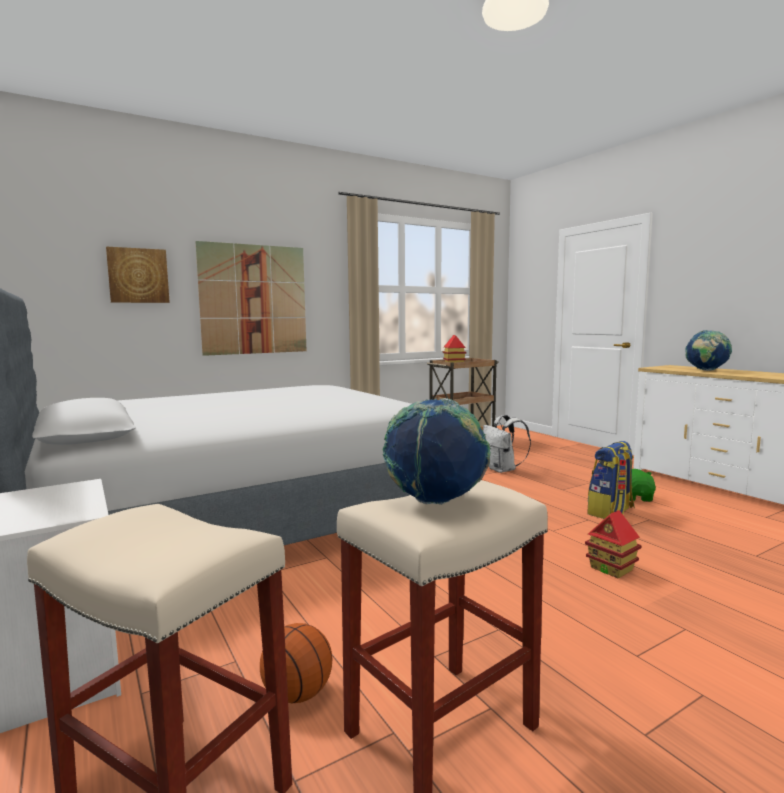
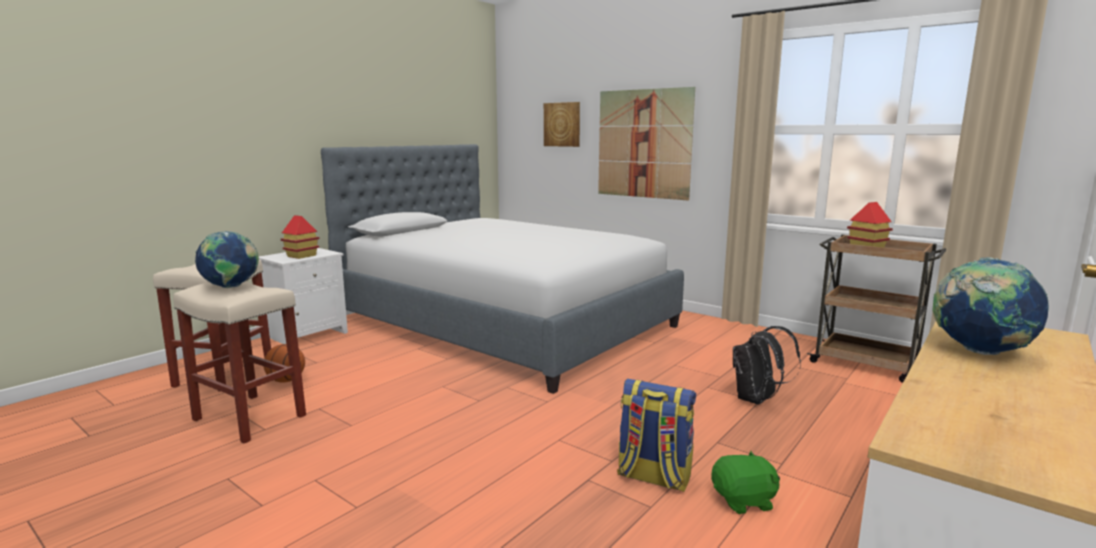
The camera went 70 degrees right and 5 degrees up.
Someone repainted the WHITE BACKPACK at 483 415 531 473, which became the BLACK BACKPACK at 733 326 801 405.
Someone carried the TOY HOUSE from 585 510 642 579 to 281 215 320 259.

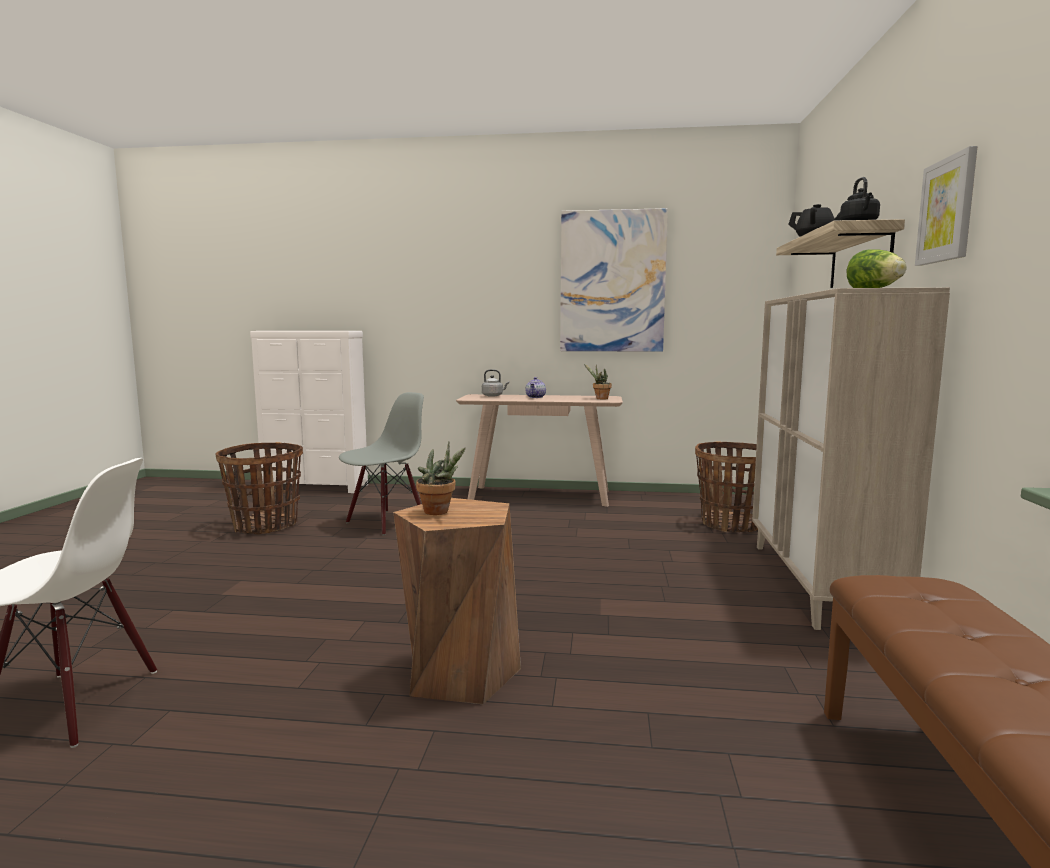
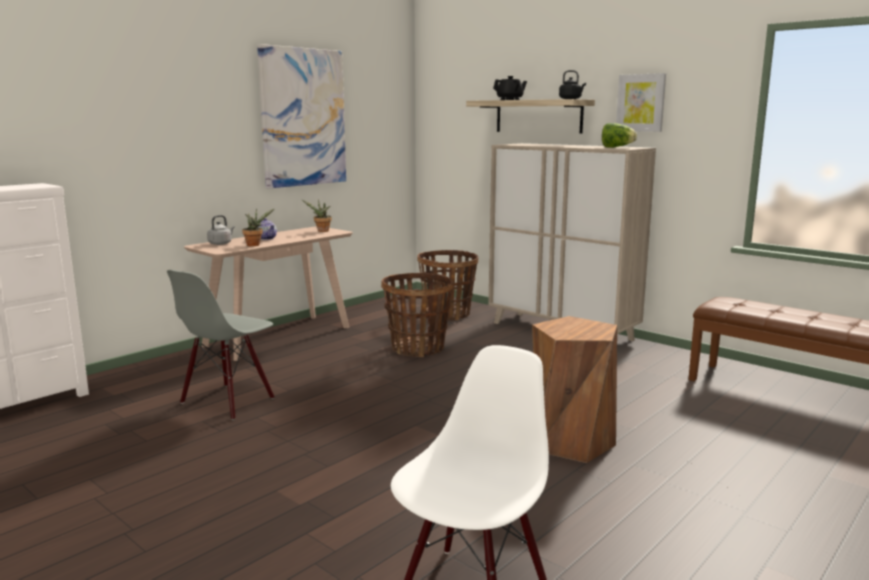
The camera went 55 degrees left and 5 degrees up.
Someone rotated the GREY CHAIR at 339 392 424 535 by 135 degrees counterclockwise.
Someone carried the BASKET from 216 442 303 534 to 381 273 453 357.
Someone carried the POTTED PLANT from 416 442 465 515 to 242 208 275 246.

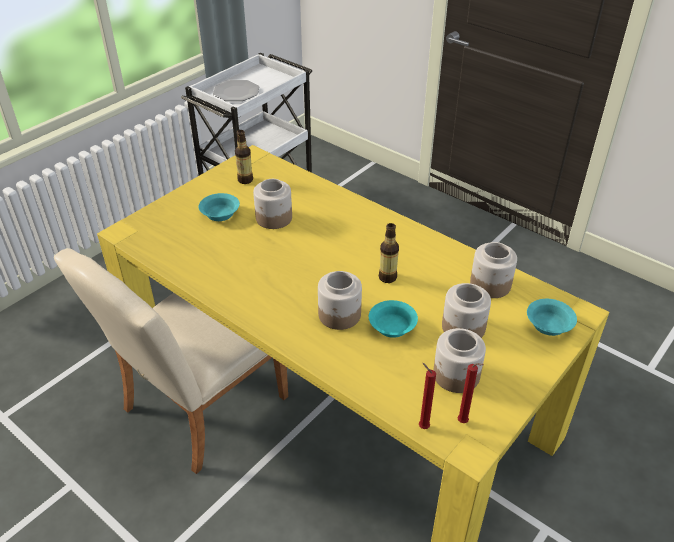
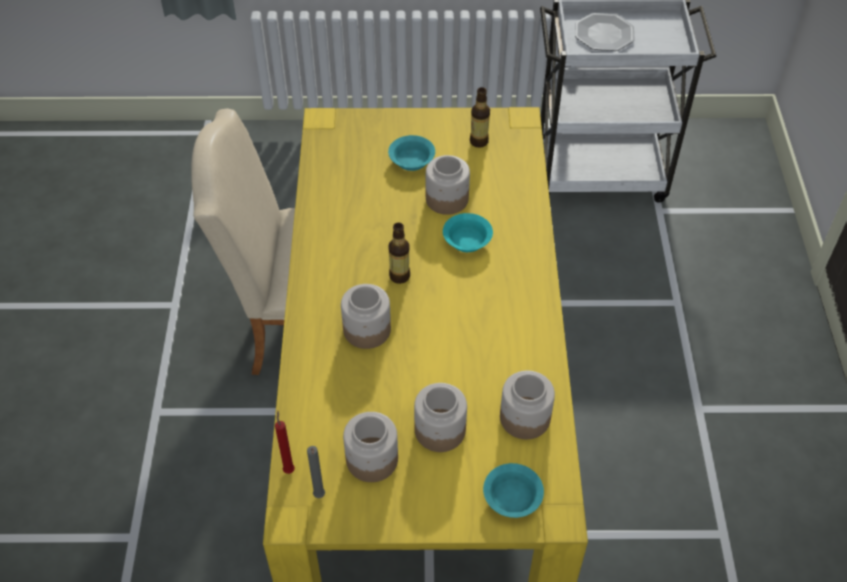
The camera went 50 degrees right and 10 degrees up.
Someone carried the BOTTLE from 379 223 399 283 to 388 223 410 284.
Someone carried the TURQUOISE BOWL from 369 300 418 338 to 443 213 493 252.
Someone repainted the RED CANDLE at 457 363 484 423, which became the GREY CANDLE at 307 446 325 498.

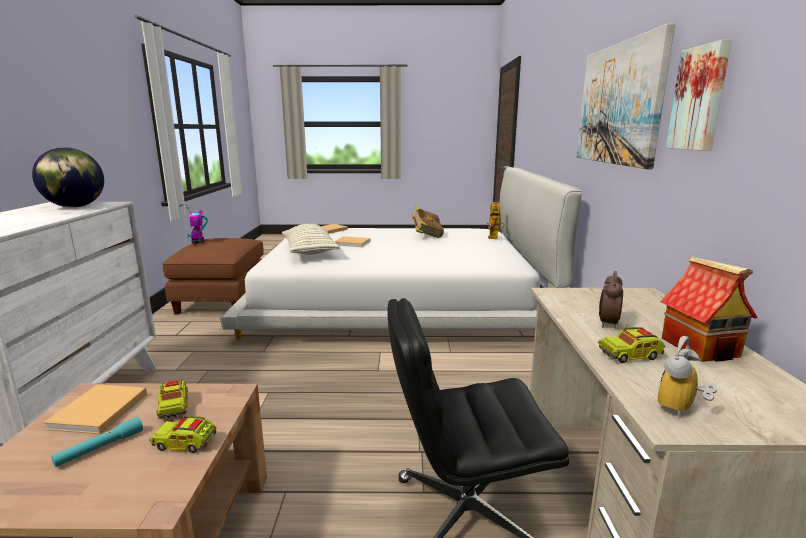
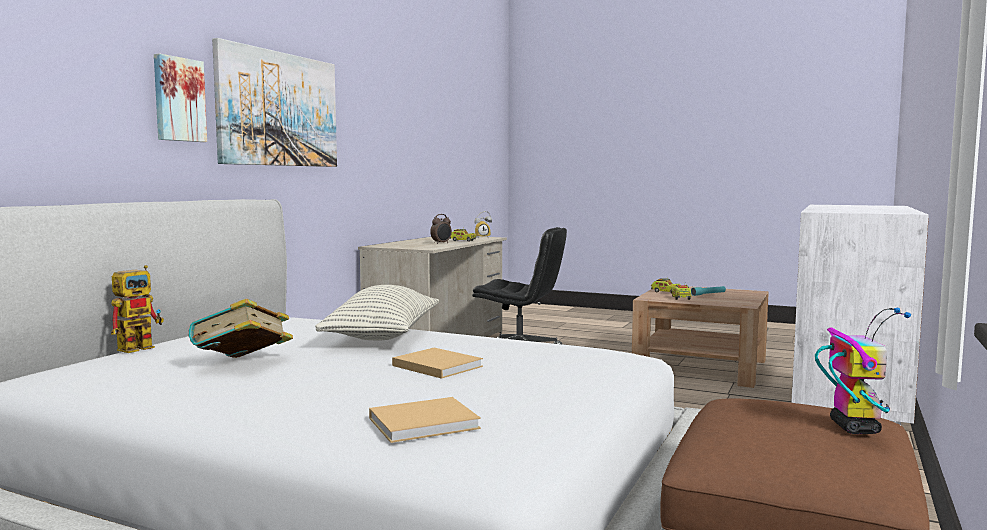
The camera went 155 degrees left and 10 degrees down.
Someone carried the PICTURE from 666 40 732 151 to 154 54 207 142.
Someone took away the GLOBE at 32 147 104 207.
Someone carried the PILLOW from 282 224 340 255 to 315 285 439 341.
Someone took away the TOY HOUSE at 660 257 758 362.
Someone took away the BEIGE BOOK at 43 384 147 434.

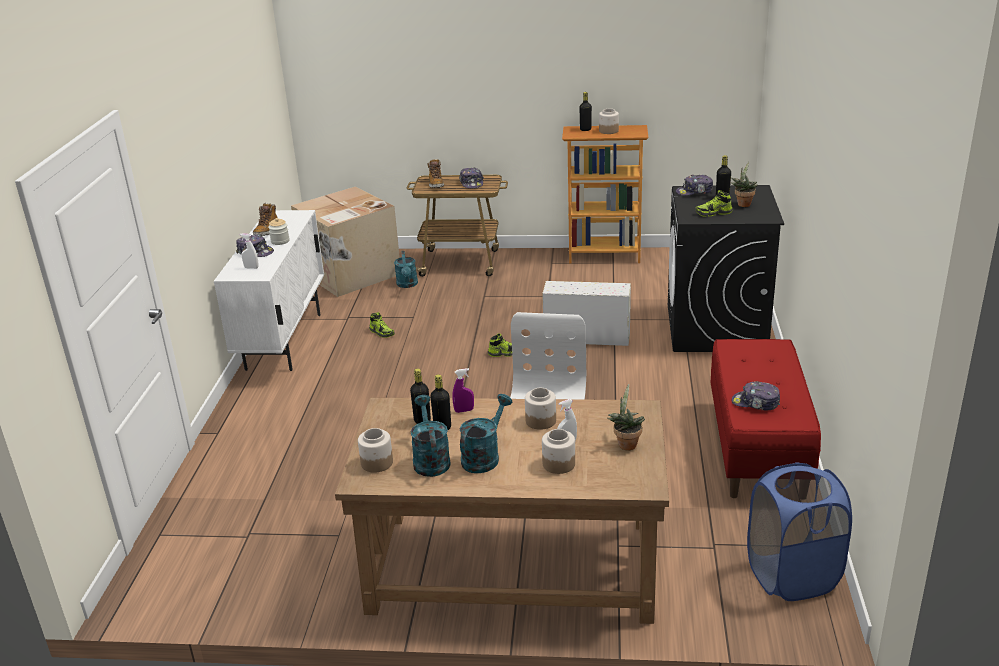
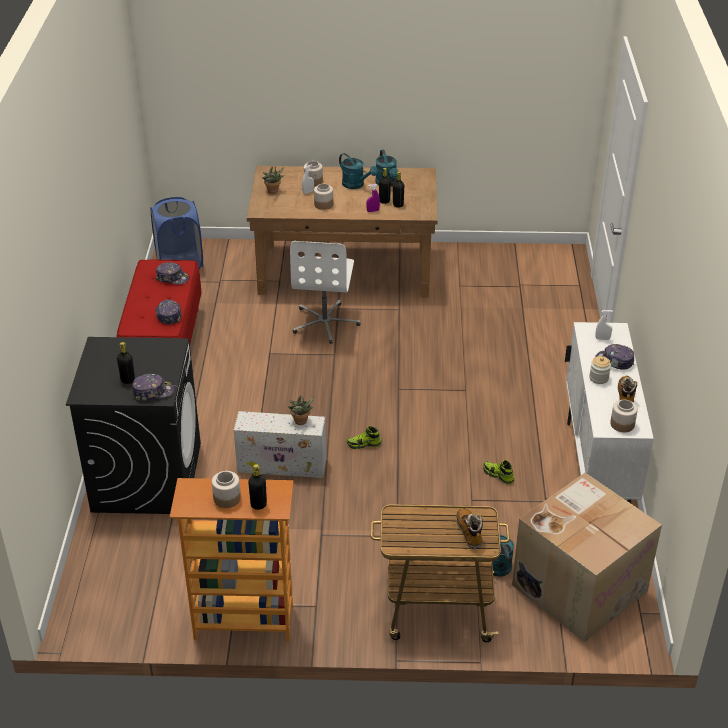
The camera went 175 degrees right and 10 degrees up.
Someone carried the POTTED PLANT from 731 162 758 207 to 288 395 315 425.
Someone carried the CAP from 459 168 484 188 to 155 300 182 324.
Someone took away the SHOE at 695 190 733 217.
Someone rotated the TURQUOISE WATERING CAN at 460 394 512 473 by 75 degrees counterclockwise.
Someone carried the JAR from 358 428 393 473 to 610 400 638 432.

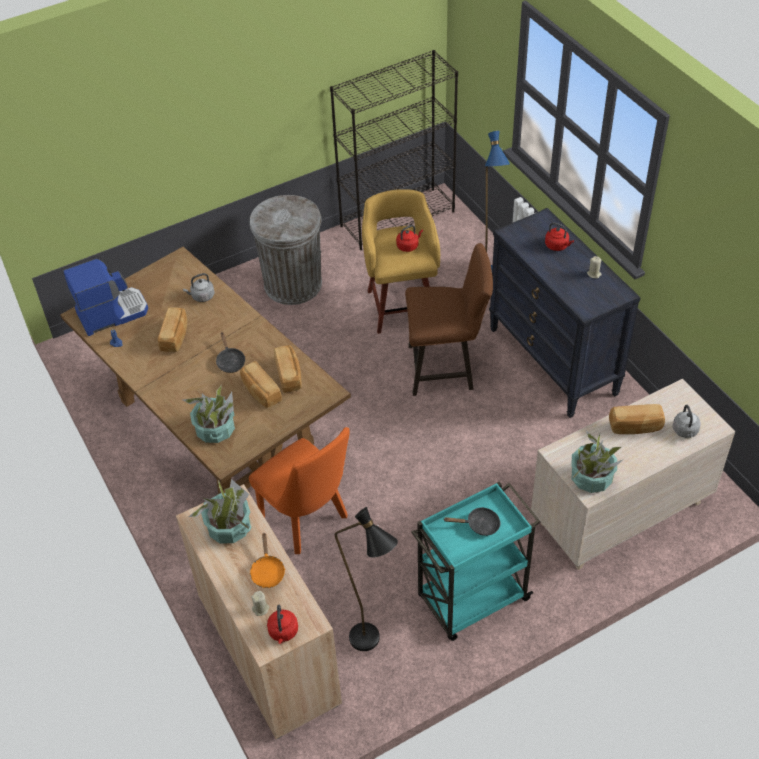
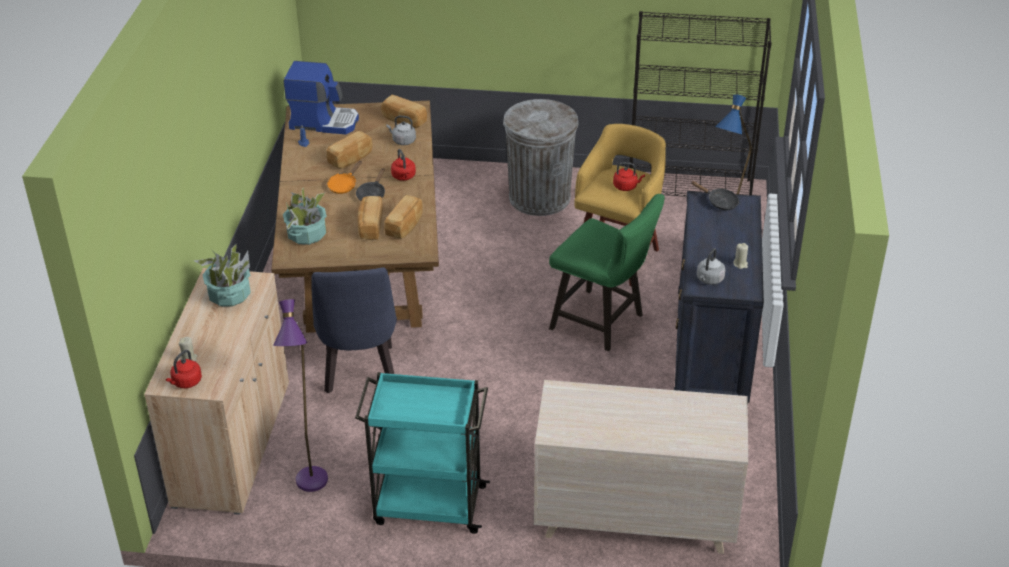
The camera went 35 degrees right and 10 degrees down.
Someone carried the RED KETTLE from 545 222 574 251 to 391 149 416 181.
Someone repainted the BROWN STOOL at 405 243 493 396, which became the GREEN STOOL at 549 194 665 351.
Someone carried the BREAD from 609 404 665 434 to 381 95 427 128.
Someone carried the GREY KETTLE from 673 405 701 438 to 697 248 725 285.
Someone repainted the ORANGE CHAIR at 249 427 350 554, which became the BLUE CHAIR at 311 267 397 393.
Someone took away the POTTED PLANT at 571 431 624 493.
Someone repainted the BLACK FLOOR LAMP at 335 507 398 651, which became the PURPLE FLOOR LAMP at 273 299 328 492.
Someone carried the BLACK FRYING PAN from 444 507 500 536 to 691 181 739 210.
Someone carried the ORANGE FRYING PAN from 250 532 285 588 to 327 160 362 194.

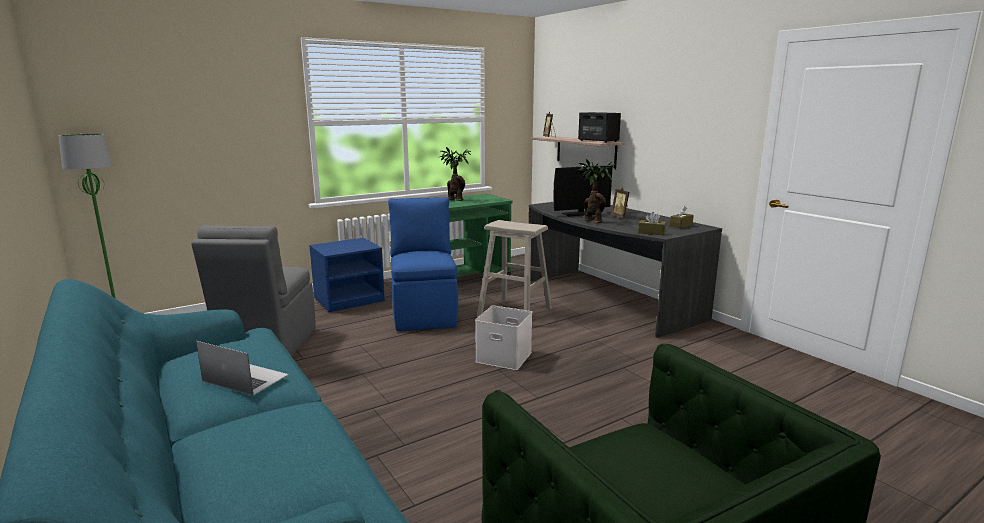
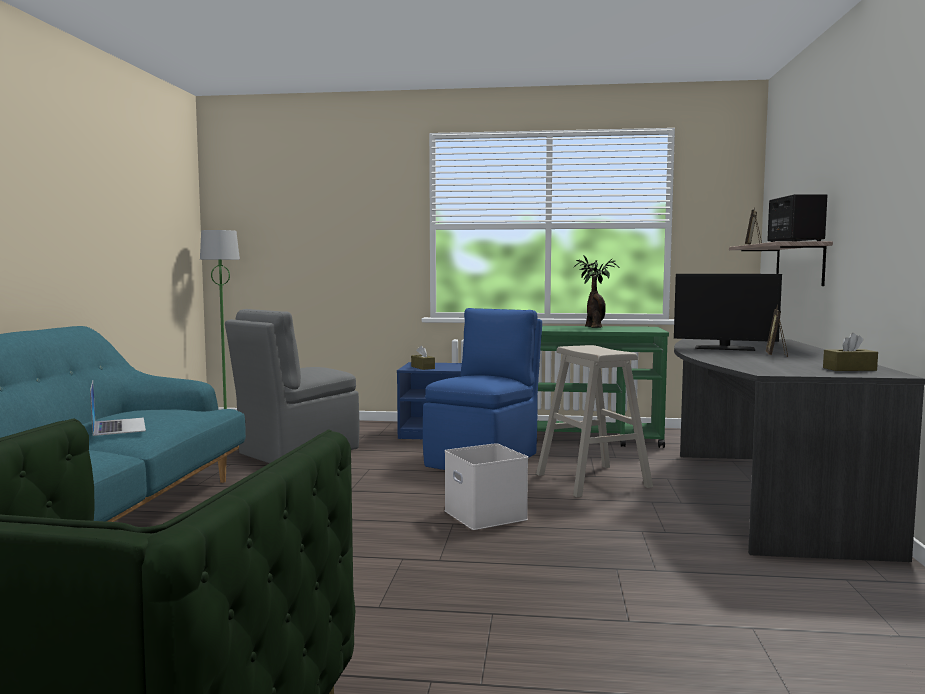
The camera went 40 degrees right and 10 degrees down.
Someone took away the POTTED PLANT at 578 159 616 223.
Someone carried the BROWN TISSUE BOX from 638 212 666 235 to 411 345 435 370.

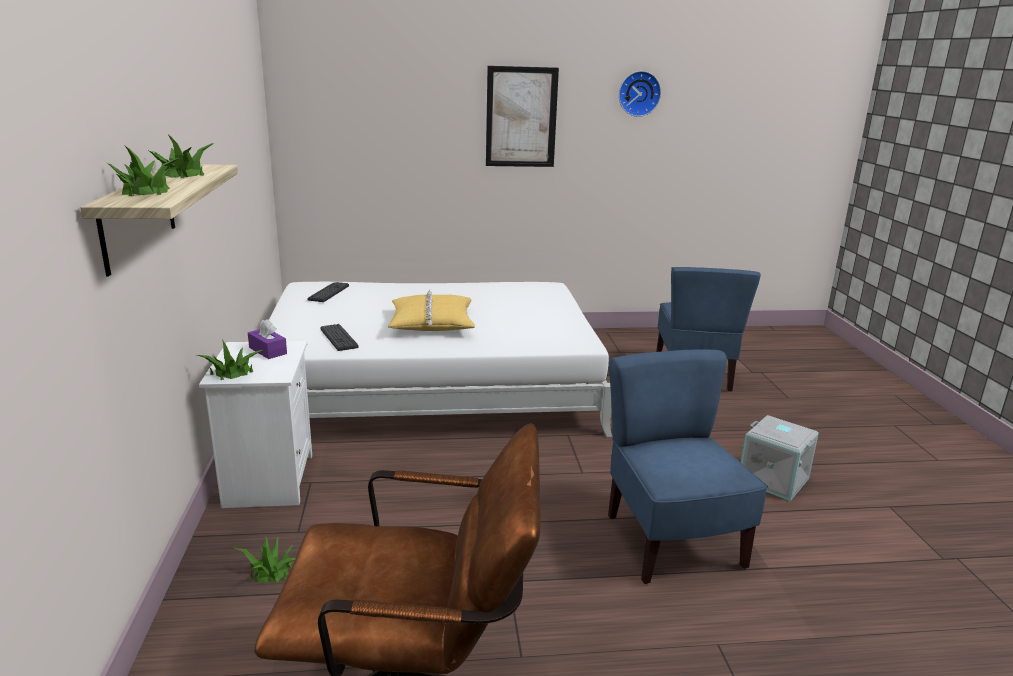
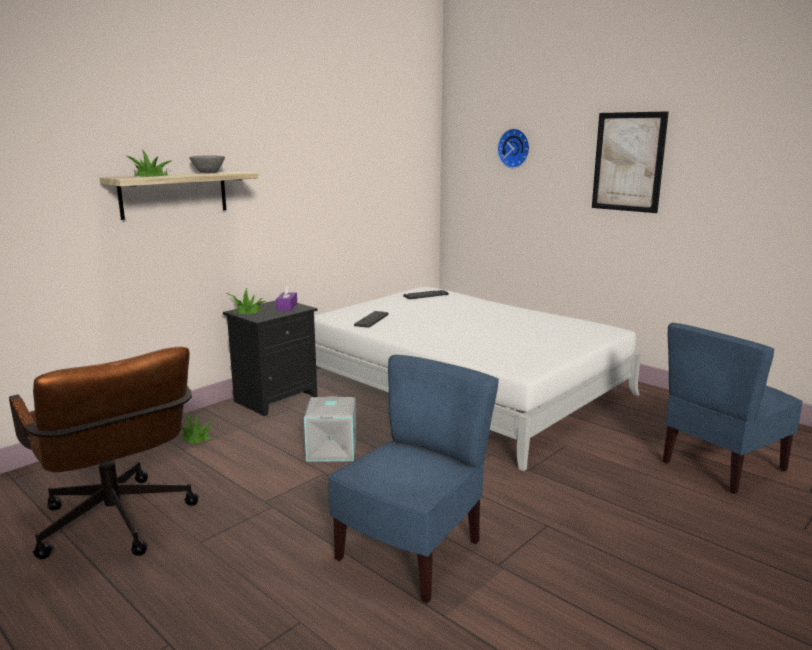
The camera went 50 degrees right and 5 degrees down.
Someone carried the WALL CLOCK from 619 71 661 117 to 497 128 530 168.
Someone swapped the POTTED PLANT at 149 134 214 178 for the GREY BOWL at 189 155 225 174.
Someone took away the YELLOW PILLOW at 387 289 475 331.
Someone repainted the WHITE NIGHTSTAND at 199 341 312 508, which became the BLACK NIGHTSTAND at 223 300 317 416.
Someone carried the GREY STORAGE BOX from 741 415 819 501 to 304 396 357 462.

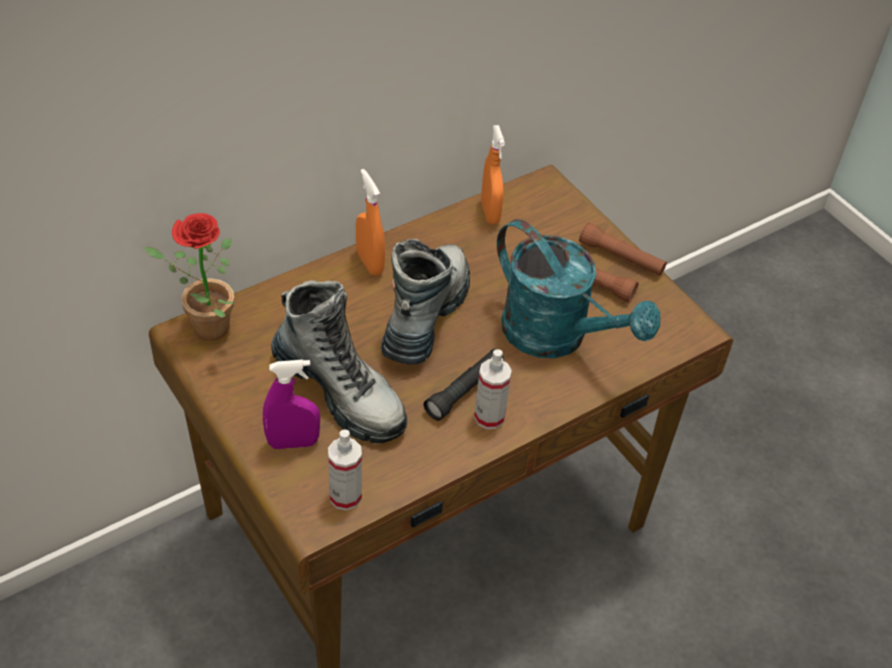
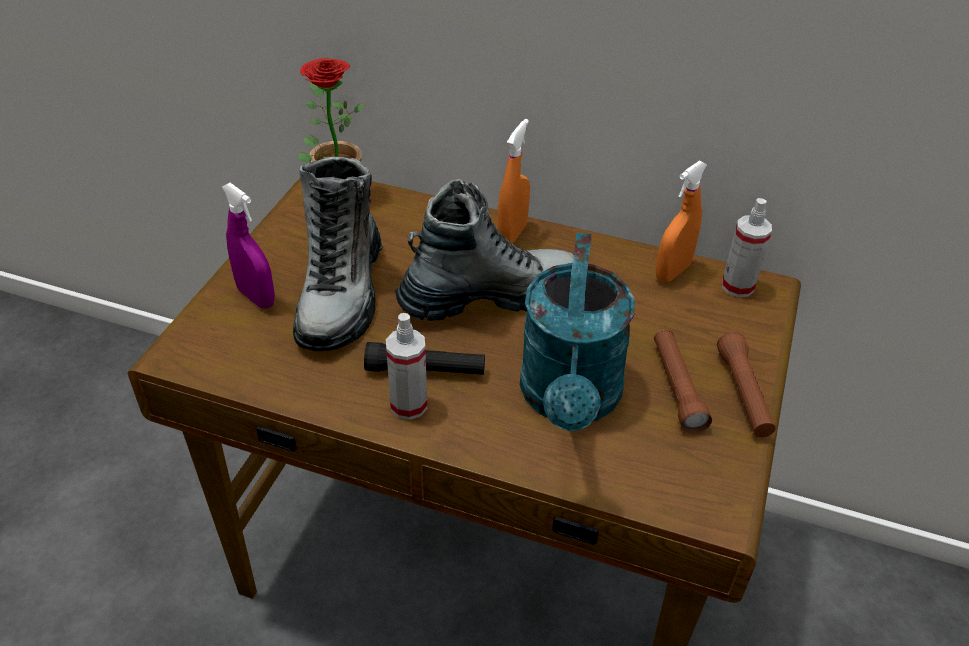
The camera went 55 degrees right and 5 degrees down.
Someone carried the SPRAY BOTTLE from 328 429 362 511 to 722 198 772 297.

